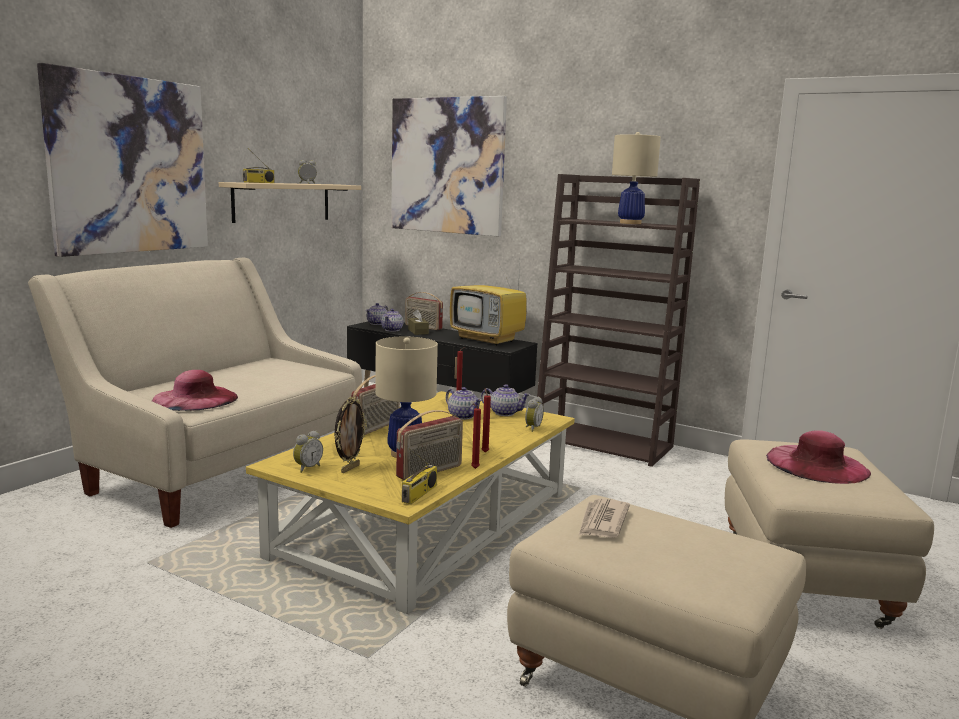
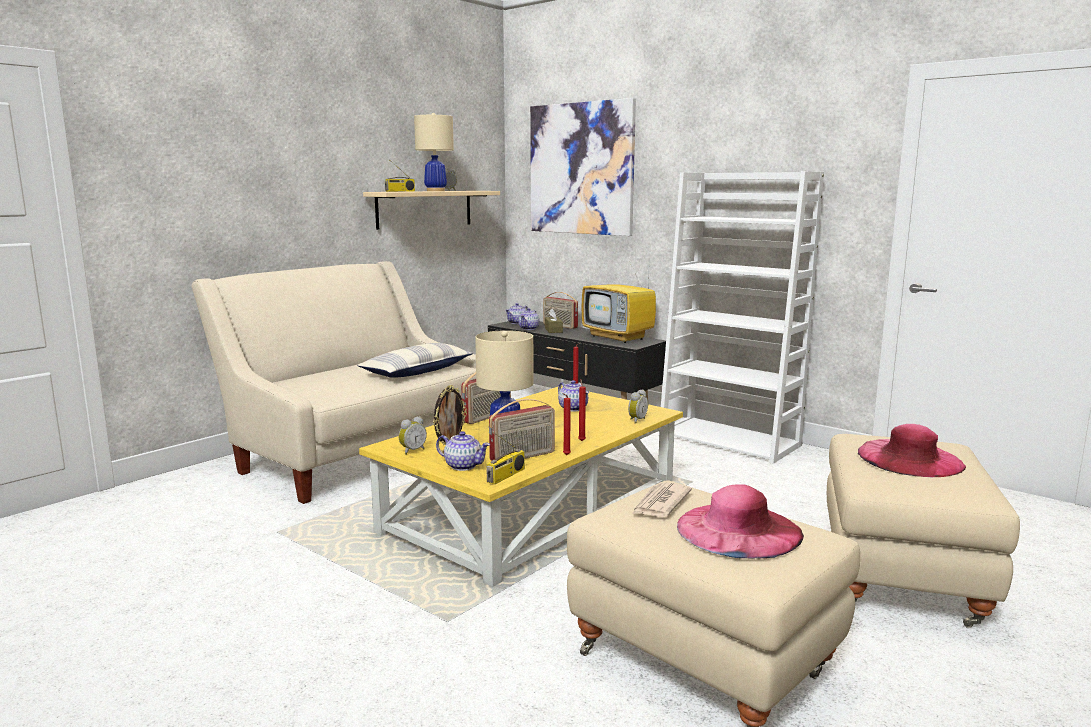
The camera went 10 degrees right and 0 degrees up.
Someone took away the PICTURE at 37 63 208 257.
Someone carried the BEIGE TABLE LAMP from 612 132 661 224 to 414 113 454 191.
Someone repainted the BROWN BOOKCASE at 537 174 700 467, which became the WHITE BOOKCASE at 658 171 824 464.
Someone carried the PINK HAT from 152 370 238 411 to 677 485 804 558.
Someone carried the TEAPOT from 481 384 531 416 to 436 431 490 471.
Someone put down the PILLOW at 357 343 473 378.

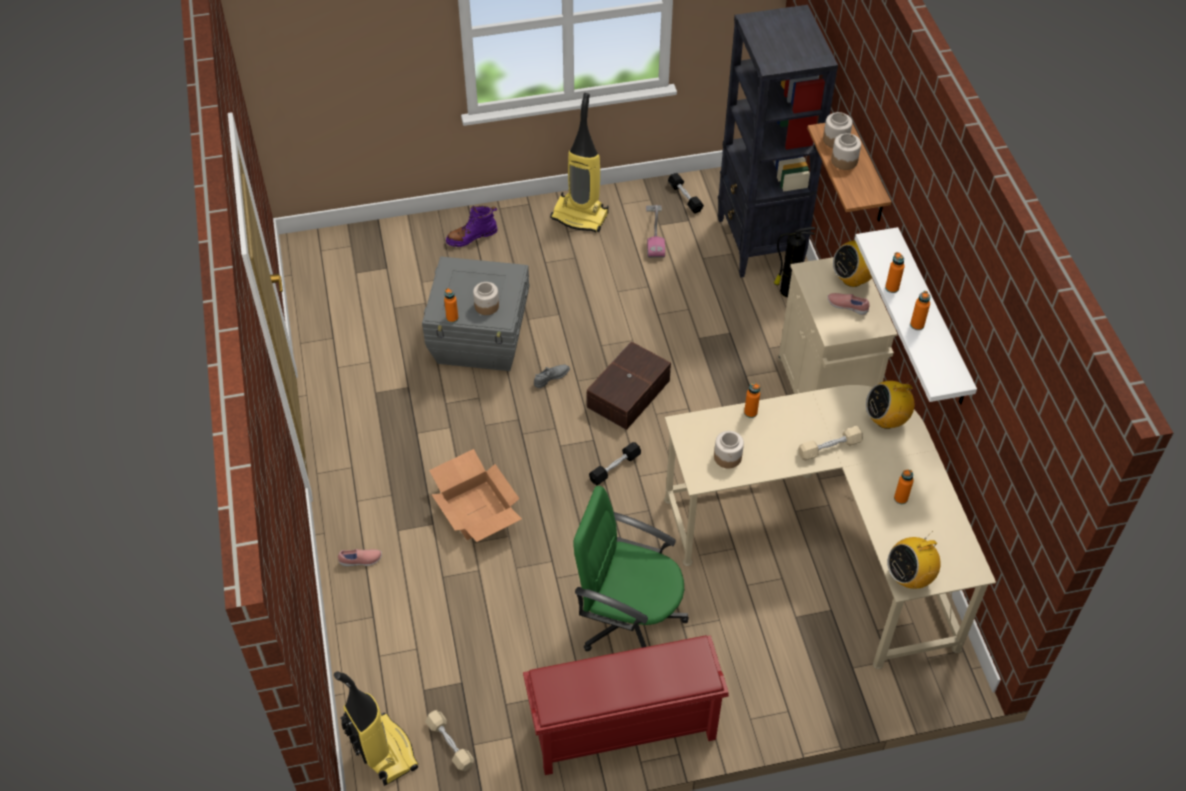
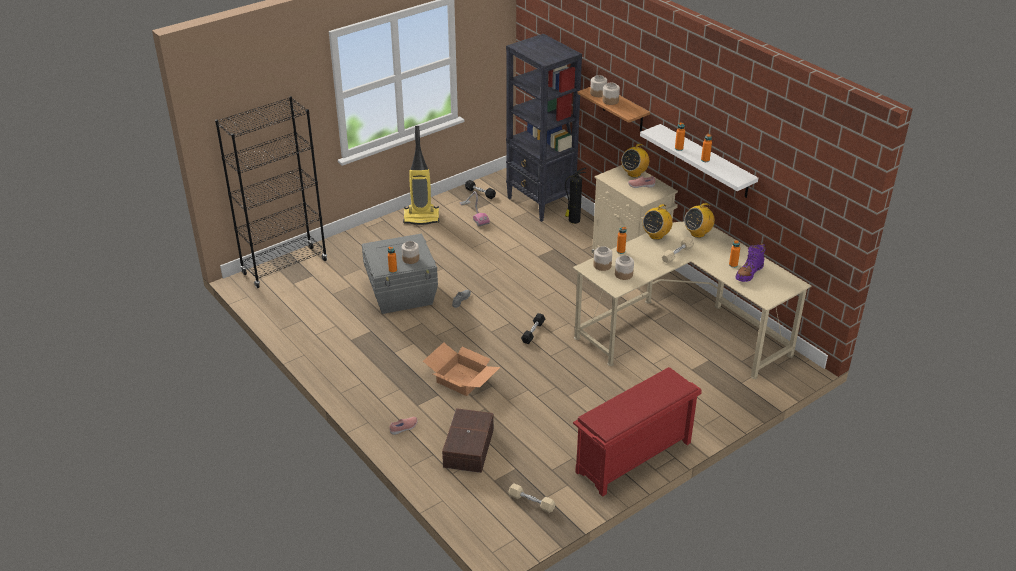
The camera went 25 degrees left and 15 degrees down.
Someone carried the PURPLE BOOT from 446 205 497 247 to 735 243 765 282.
Someone carried the BROWN STORAGE BOX from 587 341 671 430 to 442 408 494 473.
Someone took away the GREEN OFFICE CHAIR at 574 486 689 651.
Someone carried the RADIO from 887 531 941 589 to 643 204 673 240.
Someone took away the VACUUM CLEANER at 334 672 418 786.
Someone put down the BLACK BOOKCASE at 215 96 327 288.
Someone put down the JAR at 593 246 612 271.

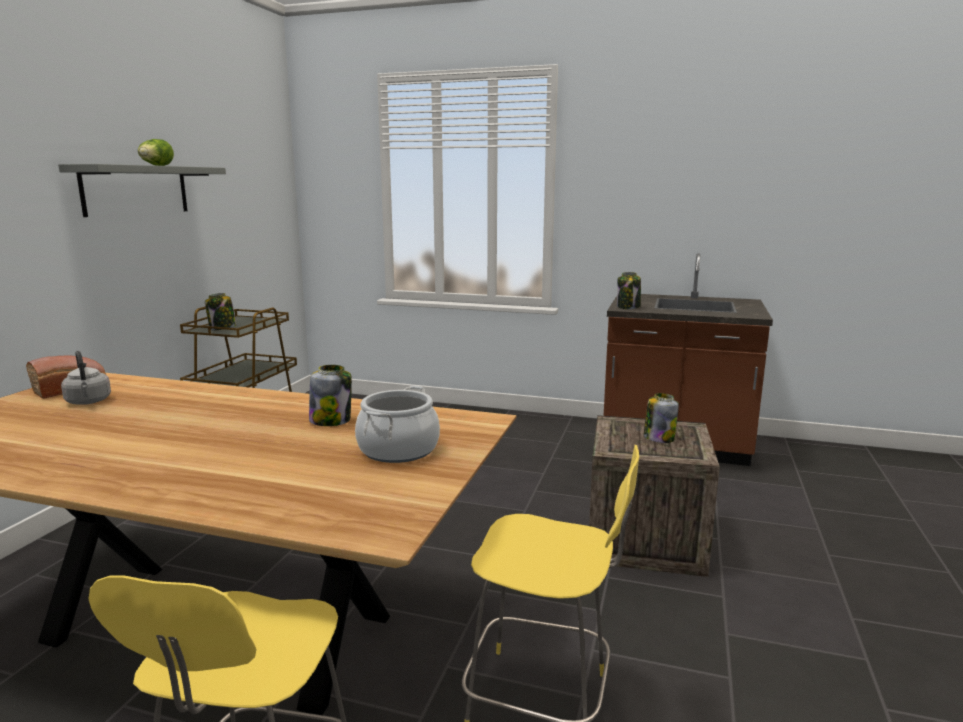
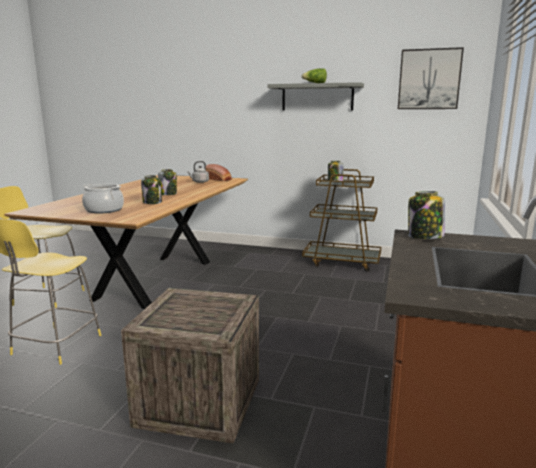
The camera went 90 degrees right and 0 degrees up.
Someone carried the JAR from 644 393 679 443 to 158 169 177 195.
Someone put up the PICTURE at 398 47 464 109.

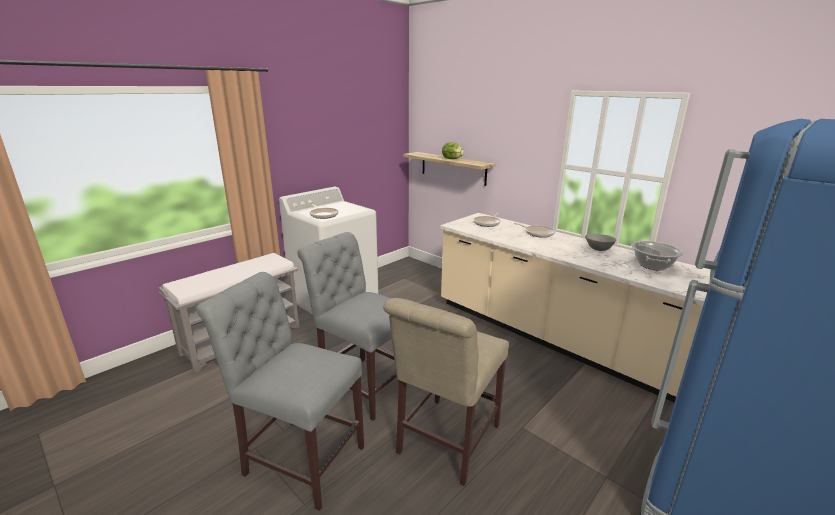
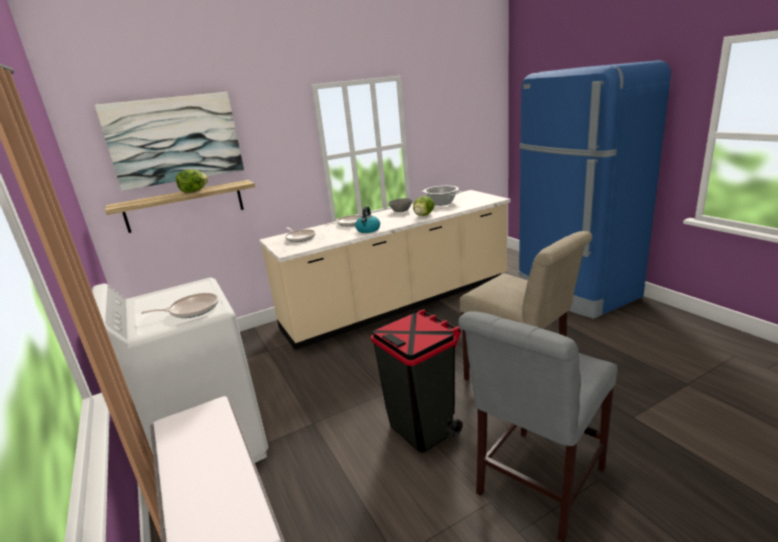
The camera went 70 degrees left and 0 degrees up.
Someone swapped the GREY CHAIR at 297 232 397 421 for the BLACK TRASH CAN at 371 310 463 453.
Someone put up the PICTURE at 95 92 244 191.
Someone put down the LETTUCE at 413 196 434 216.
Someone put down the KETTLE at 355 206 380 233.

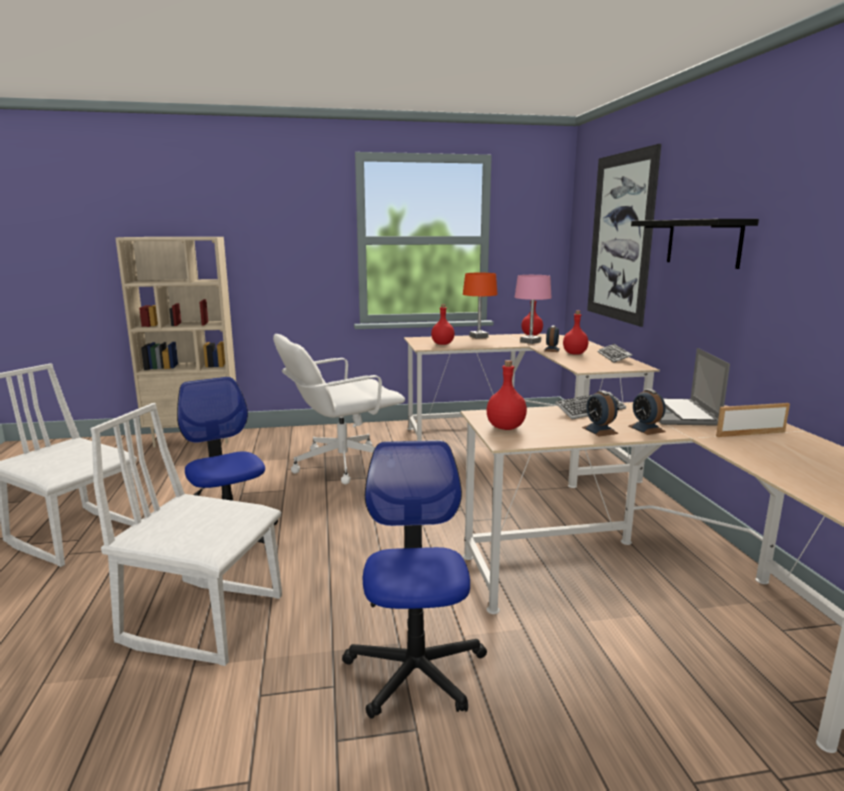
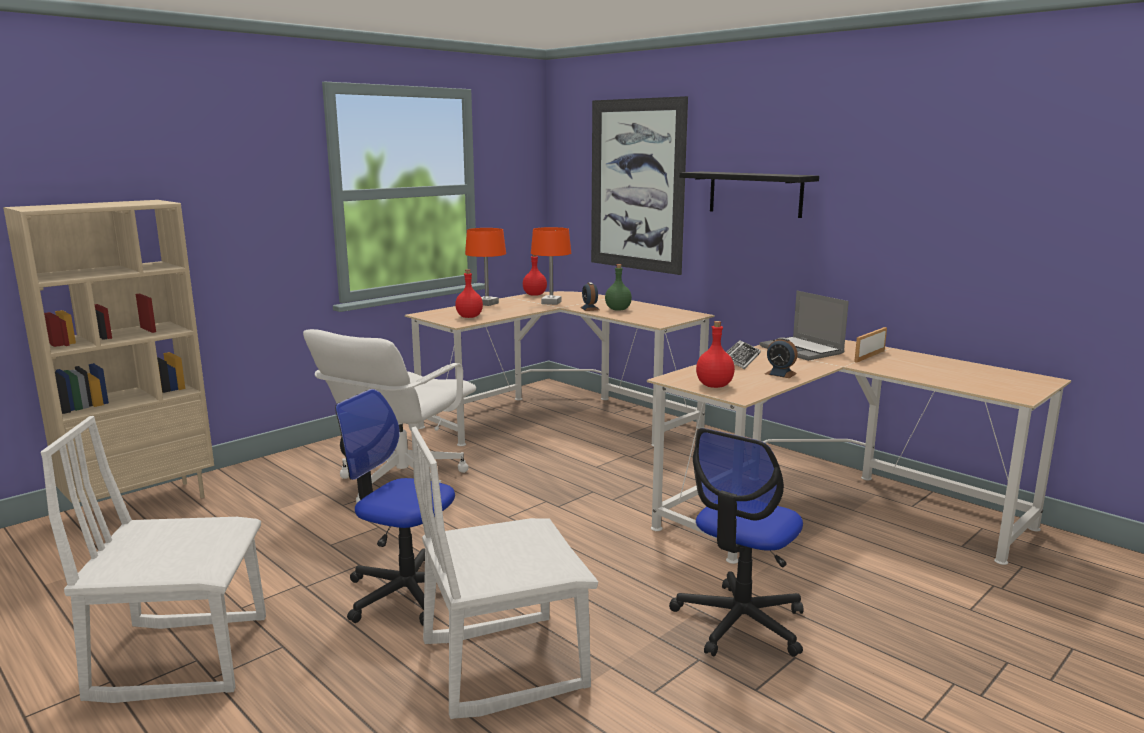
The camera went 35 degrees left and 0 degrees up.
Someone repainted the PINK TABLE LAMP at 515 275 552 344, which became the ORANGE TABLE LAMP at 531 227 571 305.
Someone repainted the RED BOTTLE at 563 311 588 355, which became the GREEN BOTTLE at 605 264 632 311.
Someone took away the KEYBOARD at 598 344 632 363.
Someone took away the ALARM CLOCK at 628 389 666 435.
Someone rotated the OFFICE CHAIR at 342 440 487 719 by 105 degrees counterclockwise.

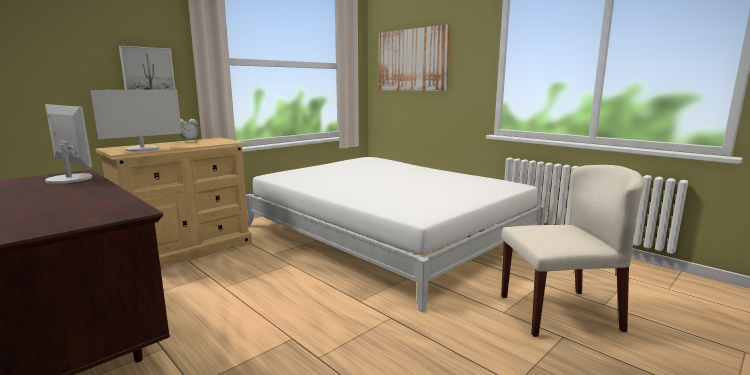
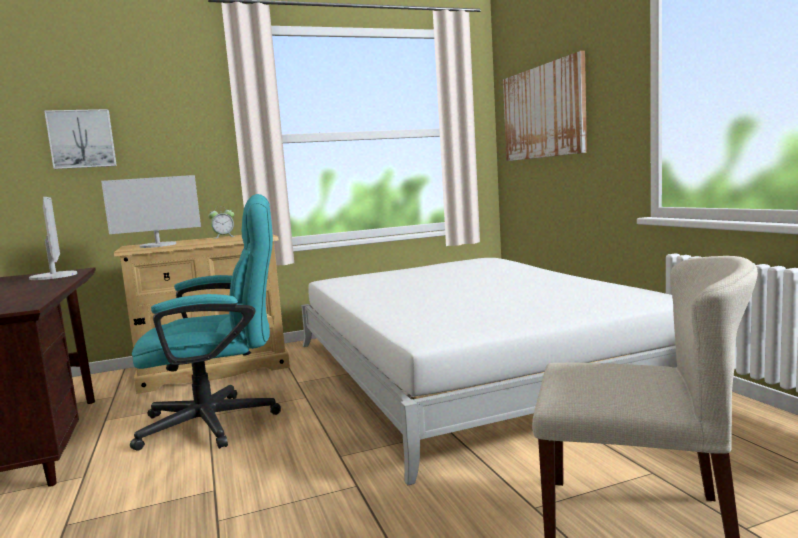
The camera went 25 degrees right and 5 degrees down.
Someone carried the PICTURE from 119 46 176 90 to 44 109 117 169.
Someone put down the TURQUOISE OFFICE CHAIR at 130 194 281 451.

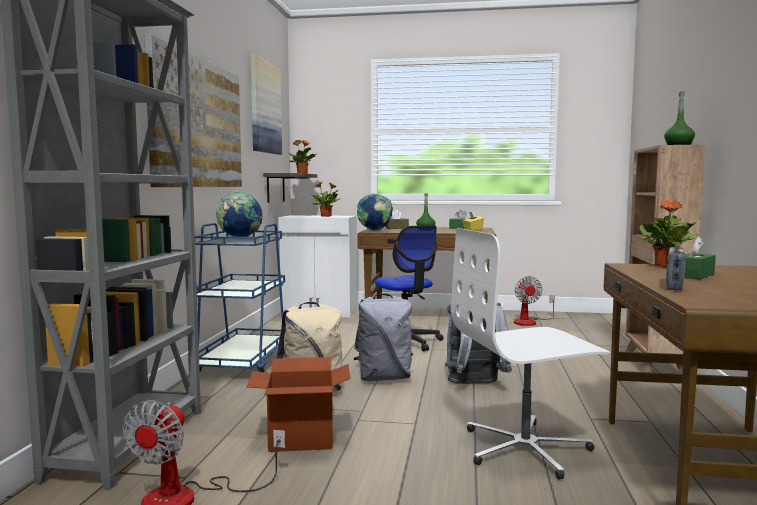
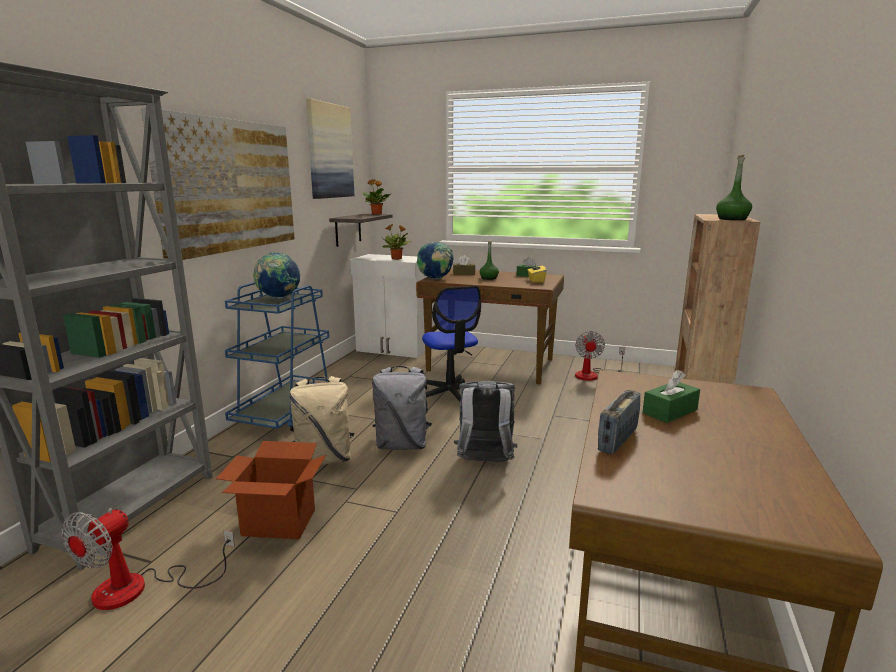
The camera went 10 degrees right and 10 degrees up.
Someone took away the POTTED PLANT at 639 200 698 267.
Someone took away the WHITE OFFICE CHAIR at 451 228 610 480.

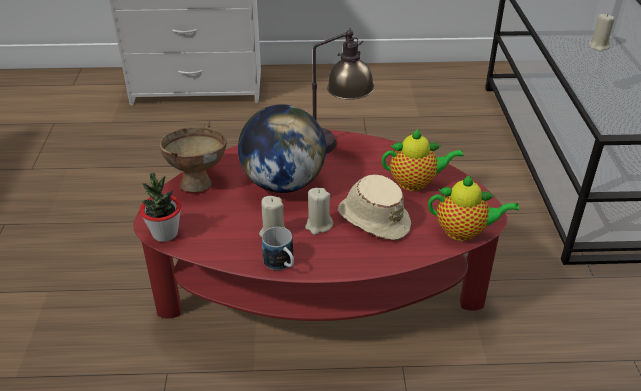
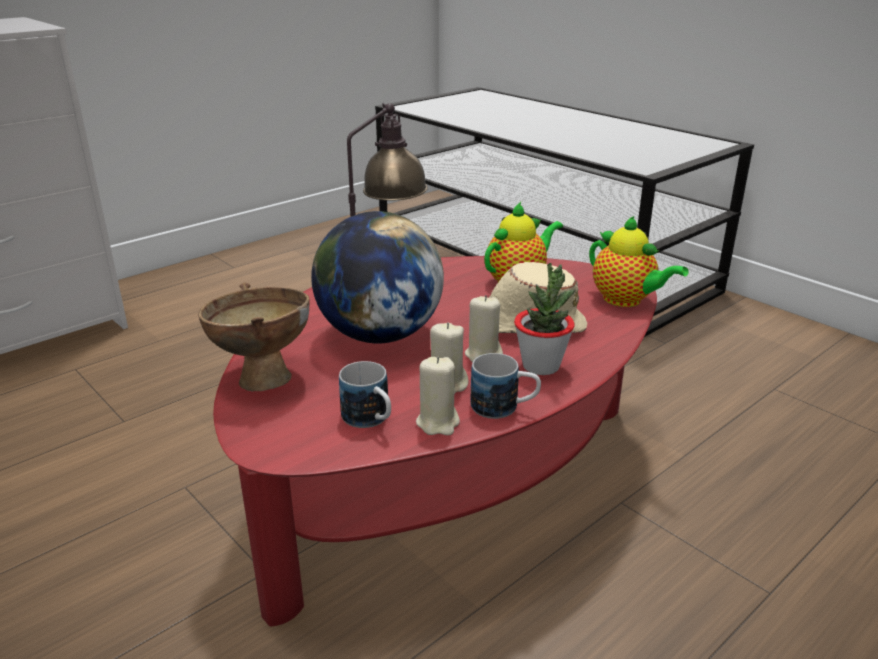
The camera went 40 degrees left and 10 degrees down.
Someone carried the BEIGE CANDLE from 589 14 615 51 to 416 357 460 435.
Someone carried the POTTED PLANT from 140 173 181 242 to 514 263 576 375.
Someone rotated the TEAPOT at 428 175 519 241 by 75 degrees clockwise.
Someone put down the MUG at 339 361 391 428.

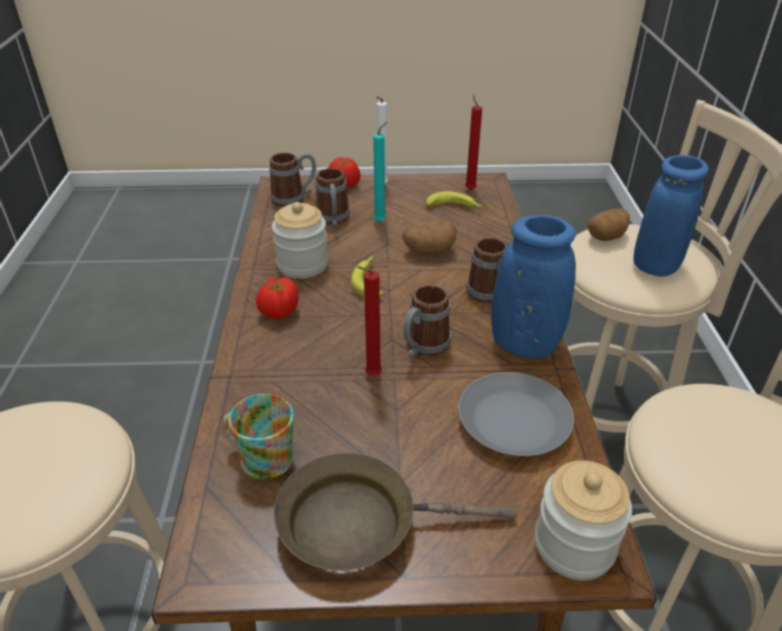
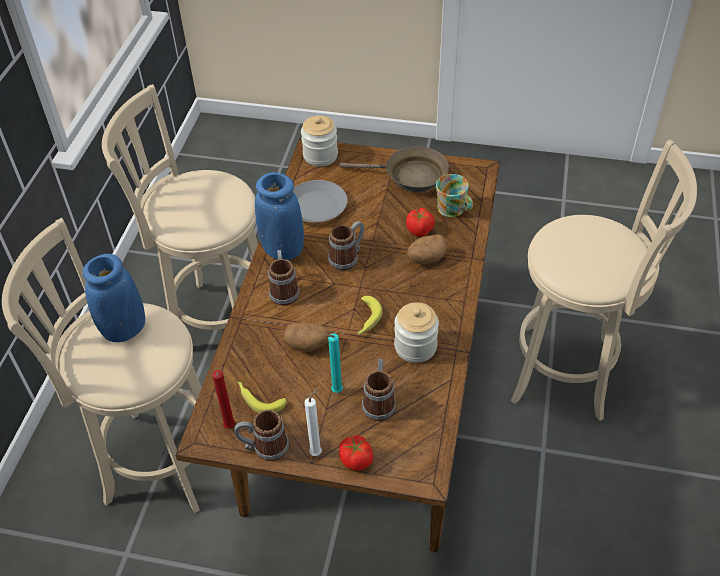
The camera went 165 degrees left and 10 degrees up.
Someone carried the MUG from 269 152 316 207 to 235 410 289 461.
Someone carried the POTATO from 588 208 630 241 to 407 234 447 264.
Someone took away the RED CANDLE at 357 266 382 376.
Someone carried the TOMATO from 256 277 299 320 to 406 208 435 237.

